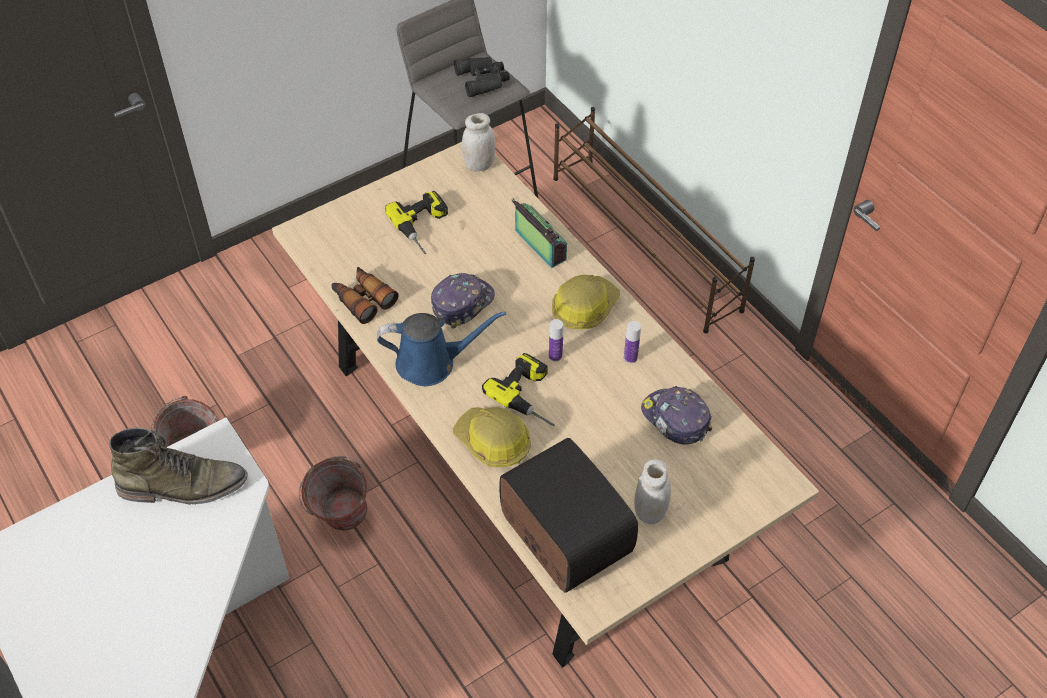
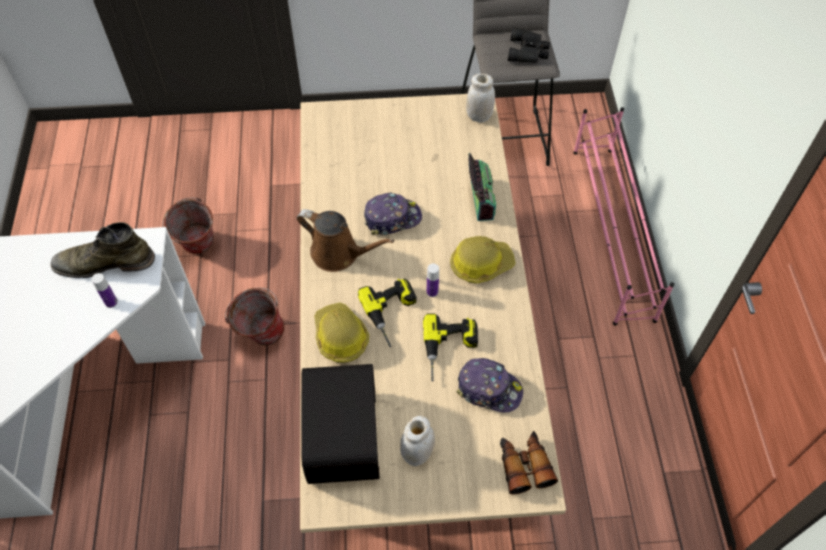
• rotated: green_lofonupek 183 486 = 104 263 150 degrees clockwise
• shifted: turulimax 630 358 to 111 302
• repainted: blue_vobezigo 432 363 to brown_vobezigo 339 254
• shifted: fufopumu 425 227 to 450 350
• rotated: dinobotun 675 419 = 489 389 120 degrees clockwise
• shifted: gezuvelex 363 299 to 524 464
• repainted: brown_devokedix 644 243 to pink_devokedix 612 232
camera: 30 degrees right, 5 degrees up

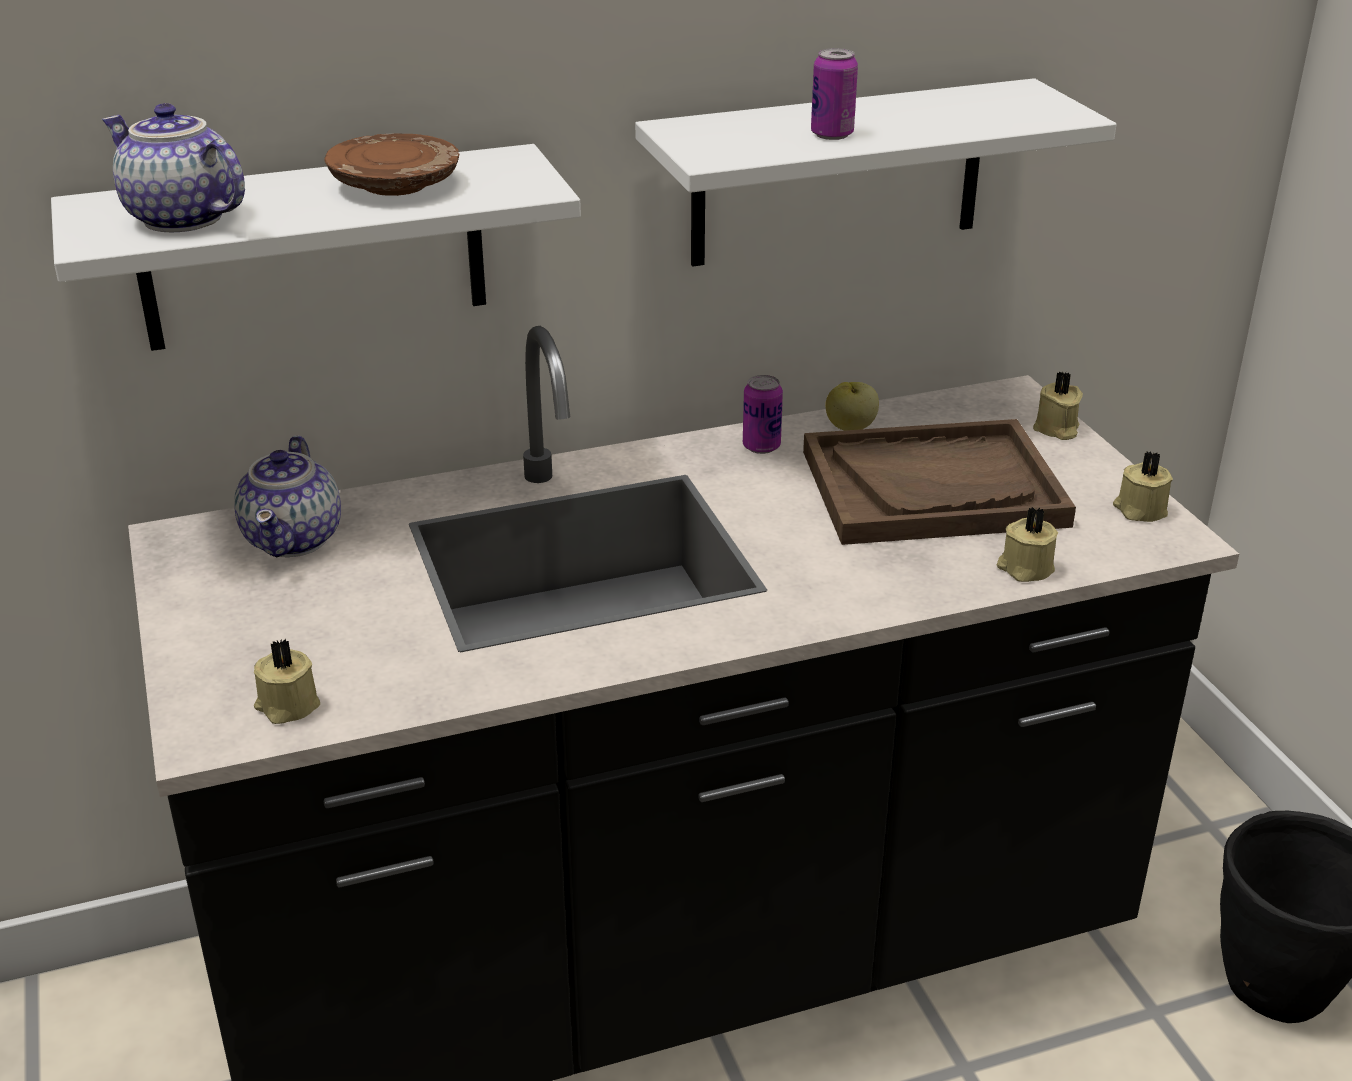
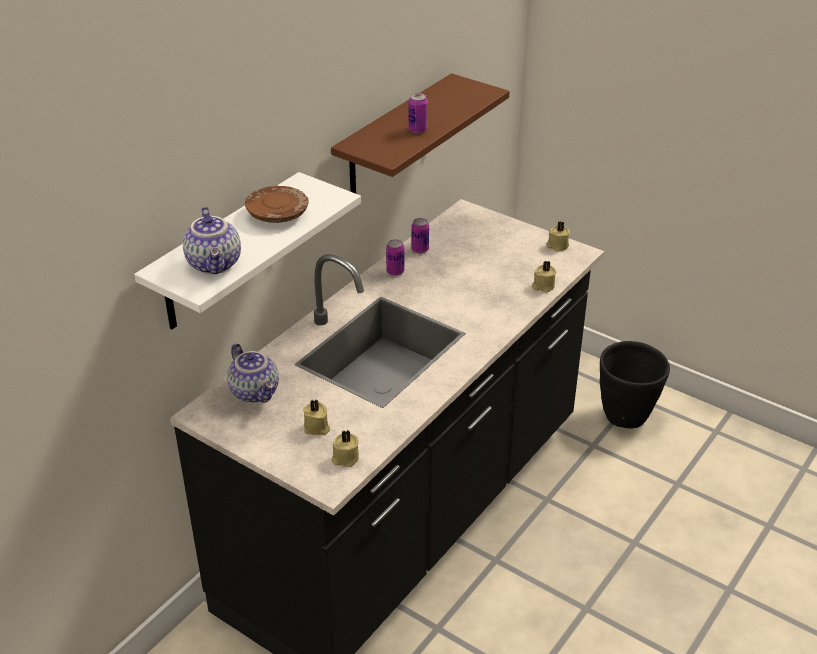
• rotated: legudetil 179 219 = 215 264 105 degrees counterclockwise
• shifted: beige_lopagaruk 1056 429 to 316 428
• repainted: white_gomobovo 838 173 to brown_gomobovo 394 140
• swapped: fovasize 850 428 to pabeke 420 249
• gone: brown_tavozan 933 488
camera: 35 degrees left, 5 degrees up

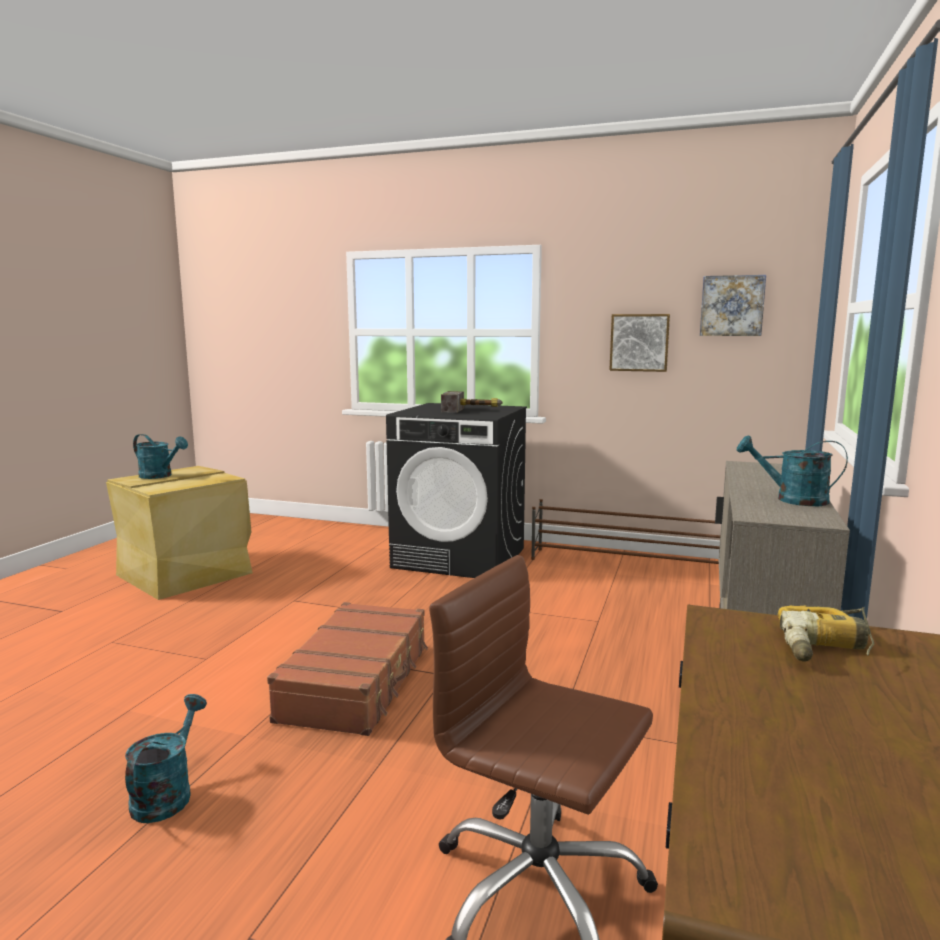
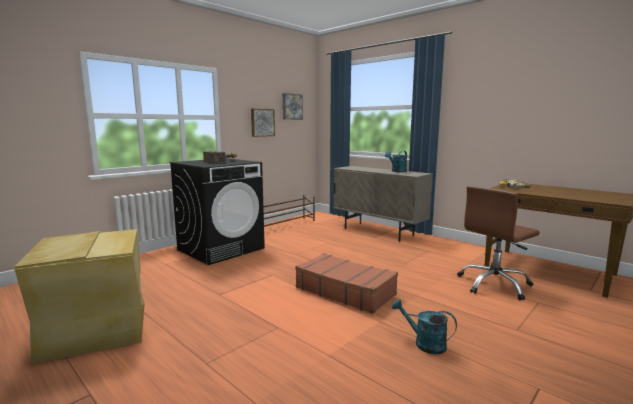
• gone: turquoise_vobezigo 160 476
camera: 65 degrees left, 0 degrees up

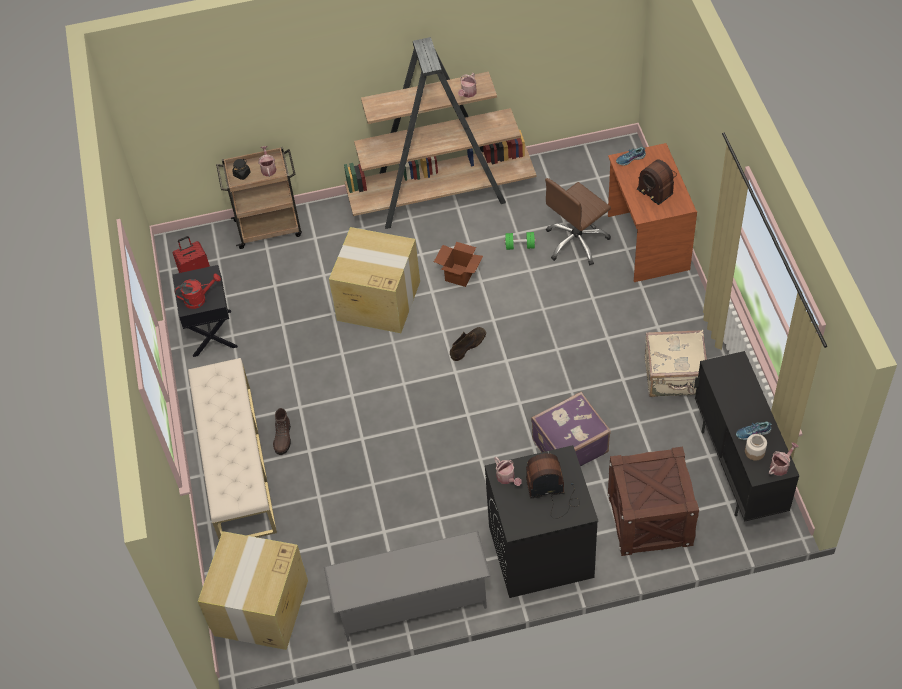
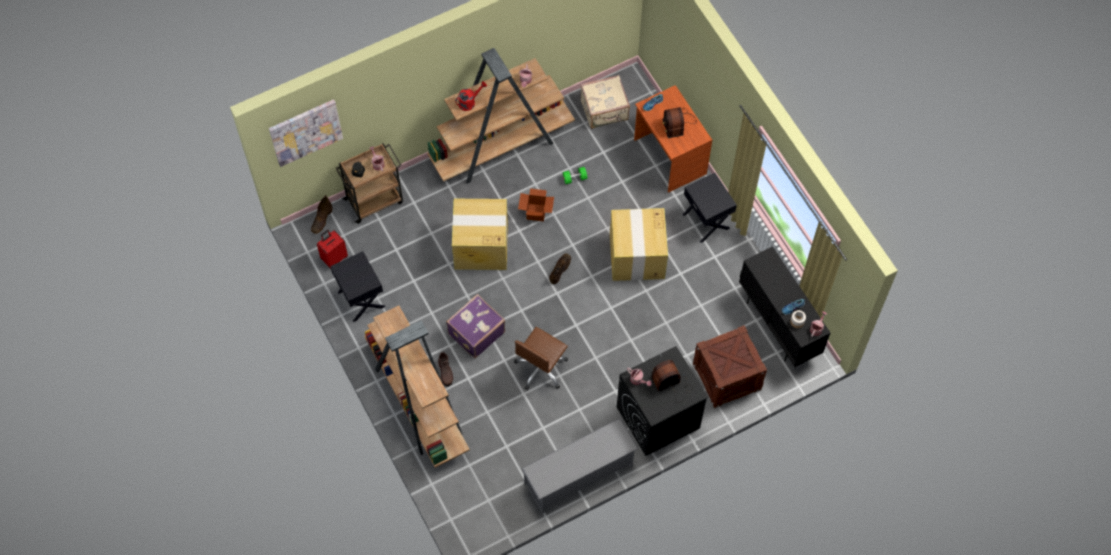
• new: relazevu 305 131
• new: brown_lofonupek 321 220
• swapped: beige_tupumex 236 463 to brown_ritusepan 417 400
• shifted: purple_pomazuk 569 445 to 475 332
• shifted: red_vobezigo 199 299 to 469 102
• shifted: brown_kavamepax 576 242 to 541 368
• shifted: beige_pomazuk 675 377 to 604 111
• shifted: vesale 260 609 to 637 257
• rotated: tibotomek 656 185 = 677 123 45 degrees clockwise
• new: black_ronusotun 706 221
camera: 20 degrees left, 10 degrees up

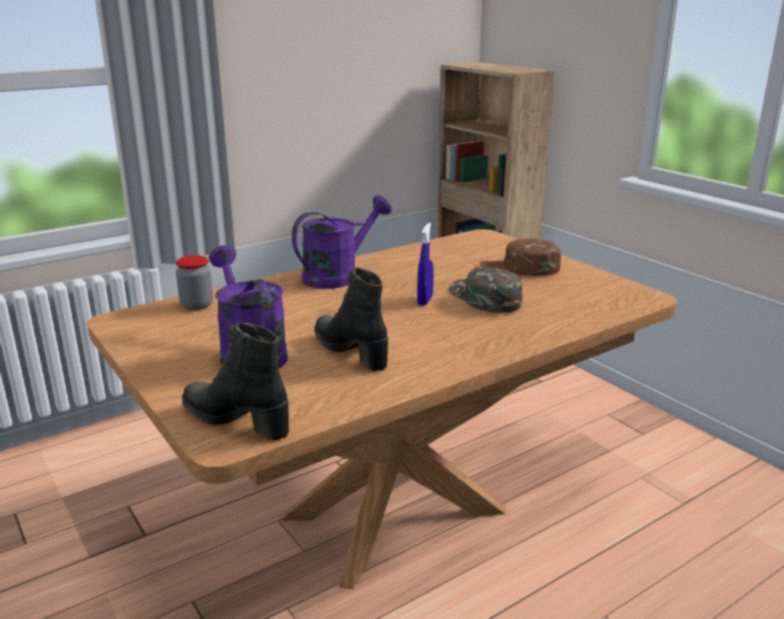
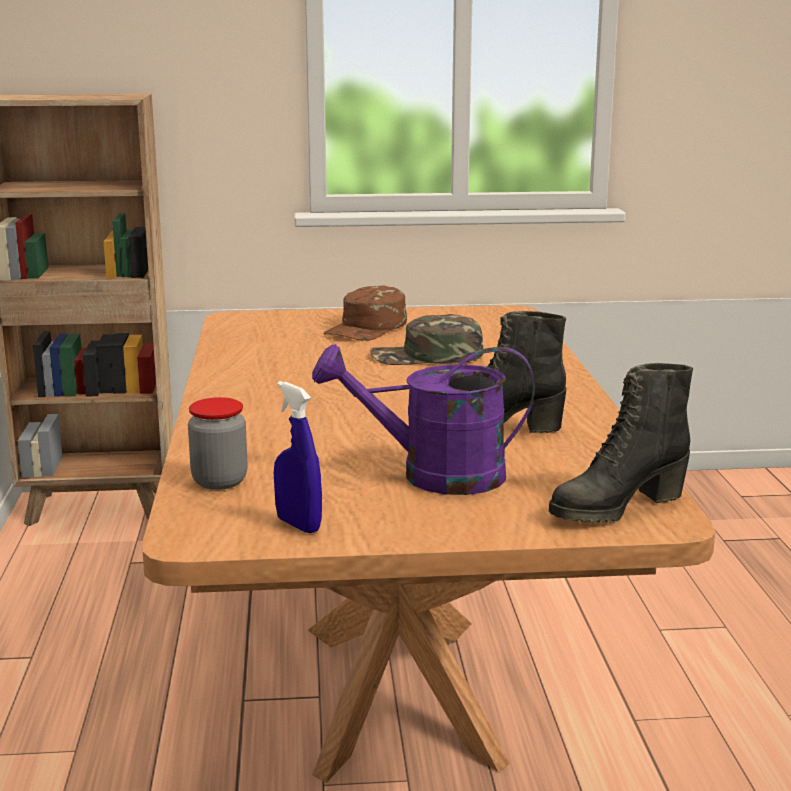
• shifted: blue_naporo 425 300 to 298 525
• gone: purple_vobezigo 338 276
camera: 60 degrees left, 5 degrees down

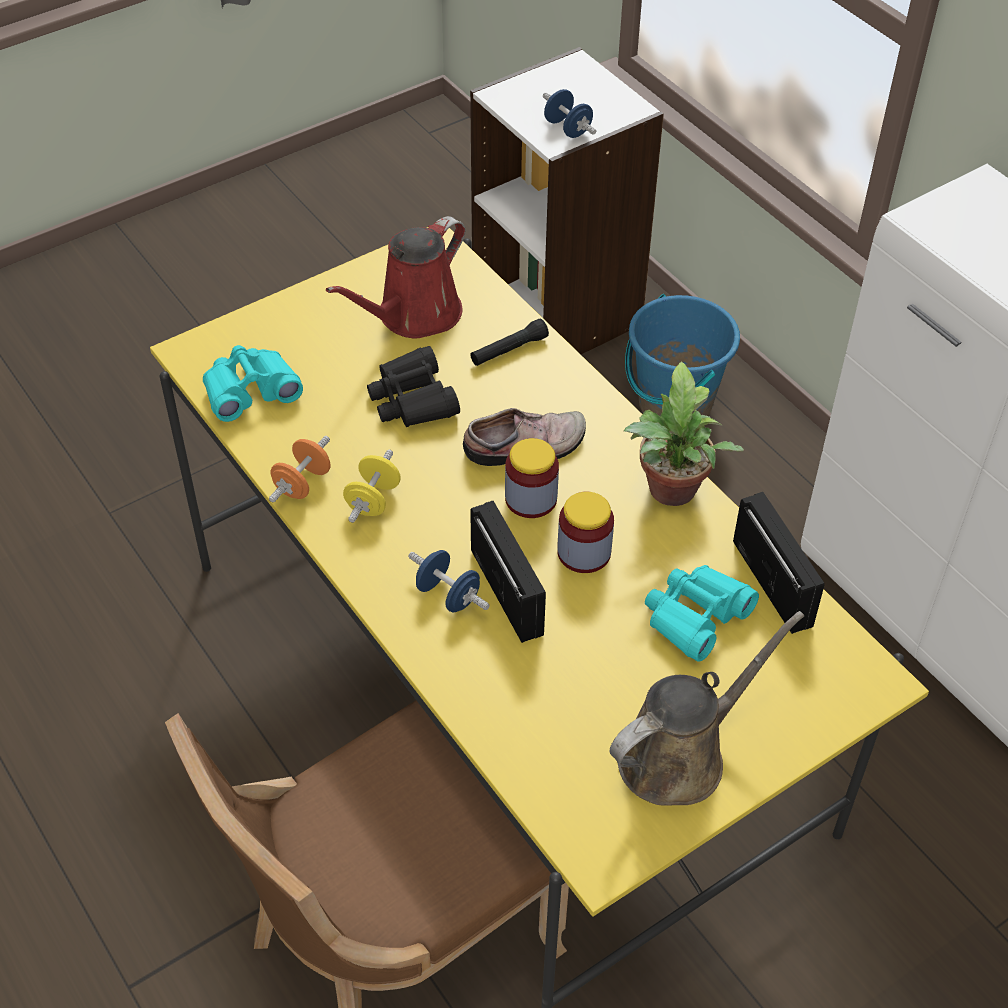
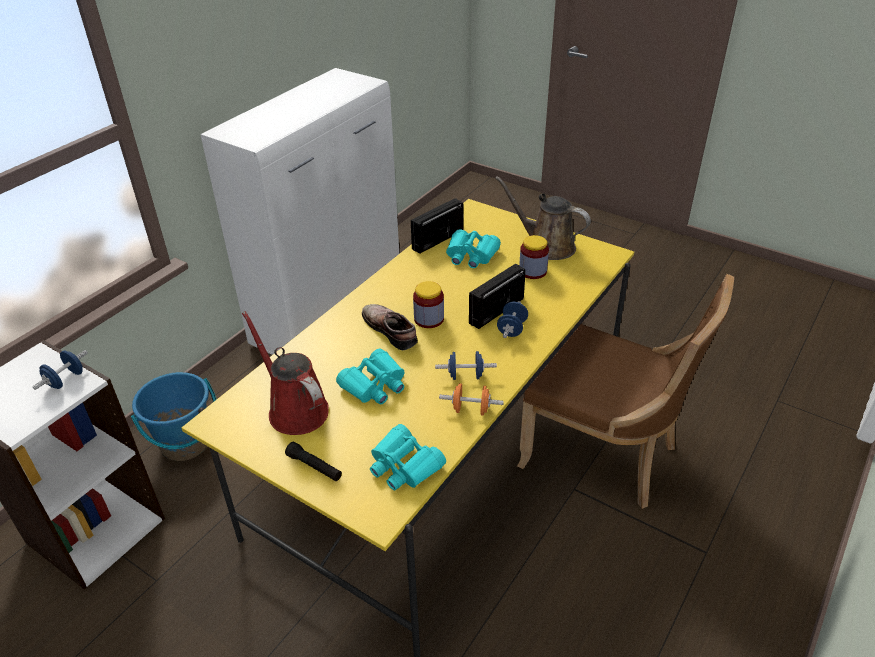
• rotated: red_vobezigo 413 316 = 294 409 150 degrees counterclockwise
• shifted: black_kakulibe 508 350 to 314 467
• repainted: black_gezuvelex 413 399 to turquoise_gezuvelex 374 385
• repainted: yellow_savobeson 373 500 to blue_savobeson 465 376
• shifted: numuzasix 584 552 to 533 271
• gone: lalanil 671 494
camera: 110 degrees left, 10 degrees down

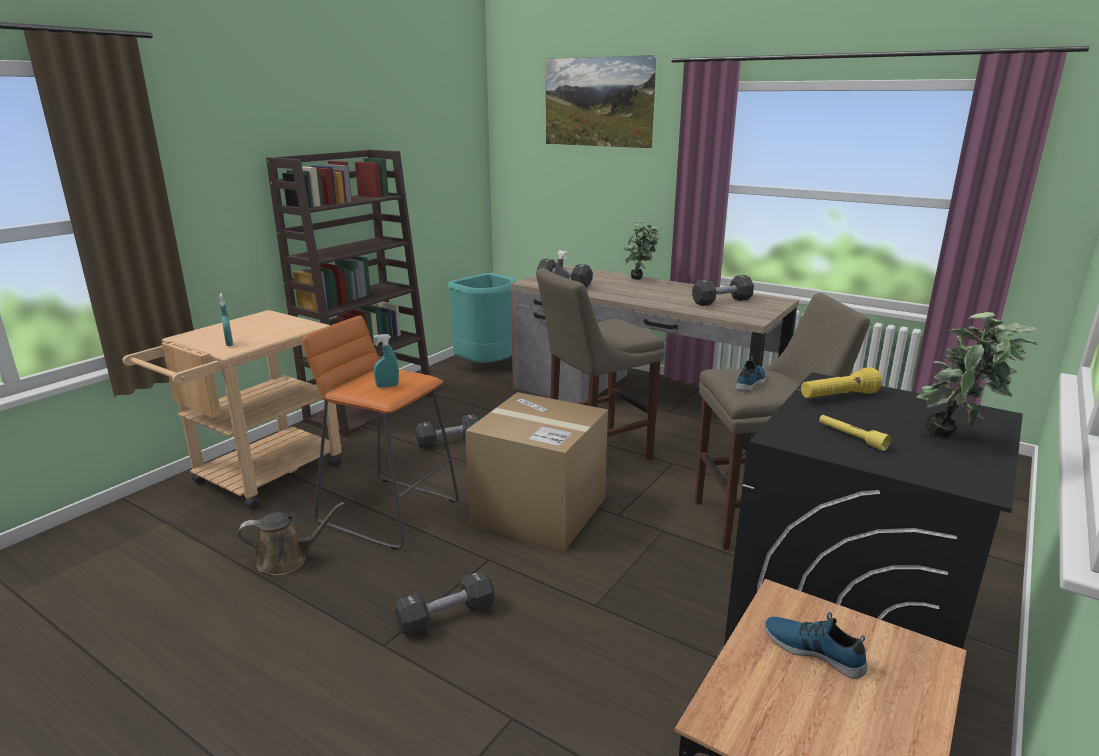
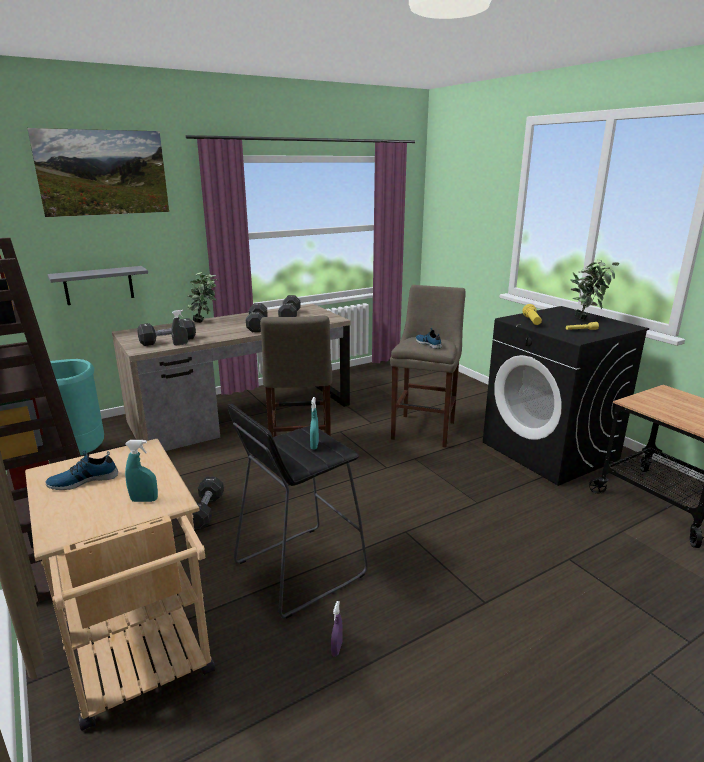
• shifted: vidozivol 814 650 to 83 480
• new: grey_gomobovo 99 285
• repainted: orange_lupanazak 389 511 to black_lupanazak 299 569
• shifted: black_savobeson 446 617 to 257 326
• swapped: brown_vobezigo 287 560 to purple_naporo 337 649
• gone: vesale 539 511
camera: 65 degrees left, 0 degrees up

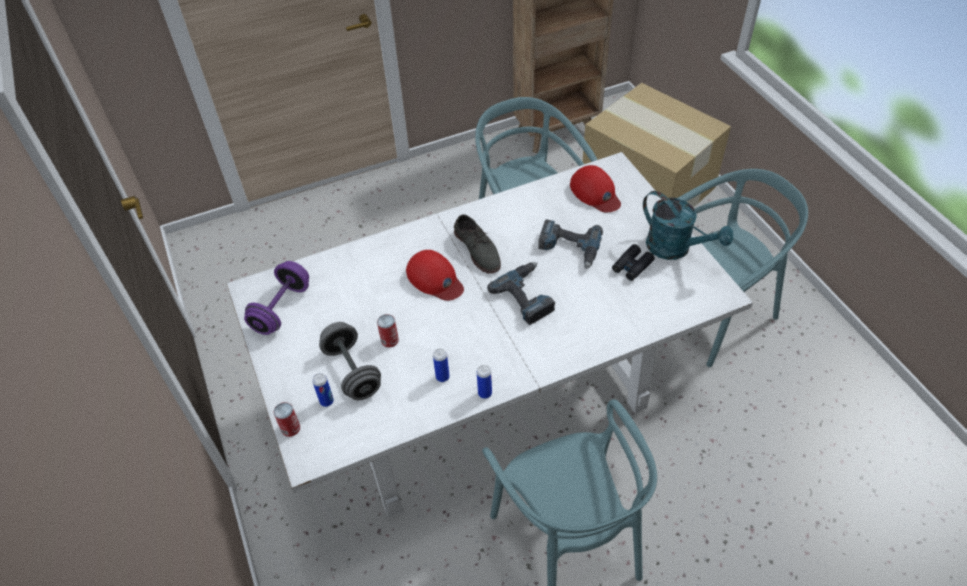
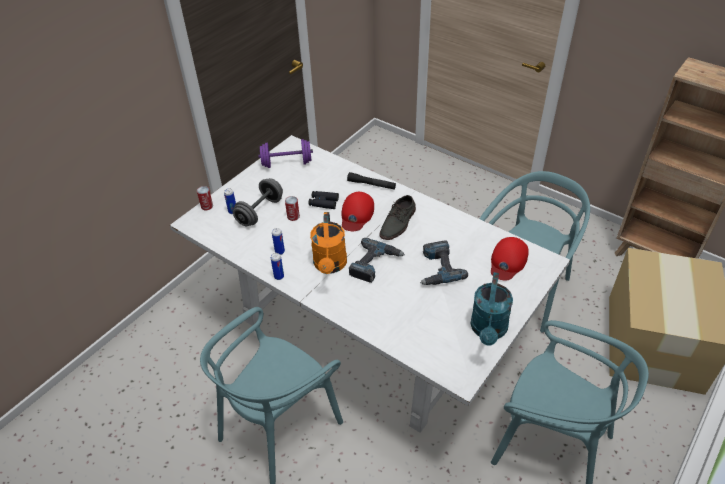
• shifted: black_gezuvelex 632 266 to 323 202
• new: orange_vobezigo 330 266
• new: black_kakulibe 371 184
camera: 60 degrees right, 5 degrees down

